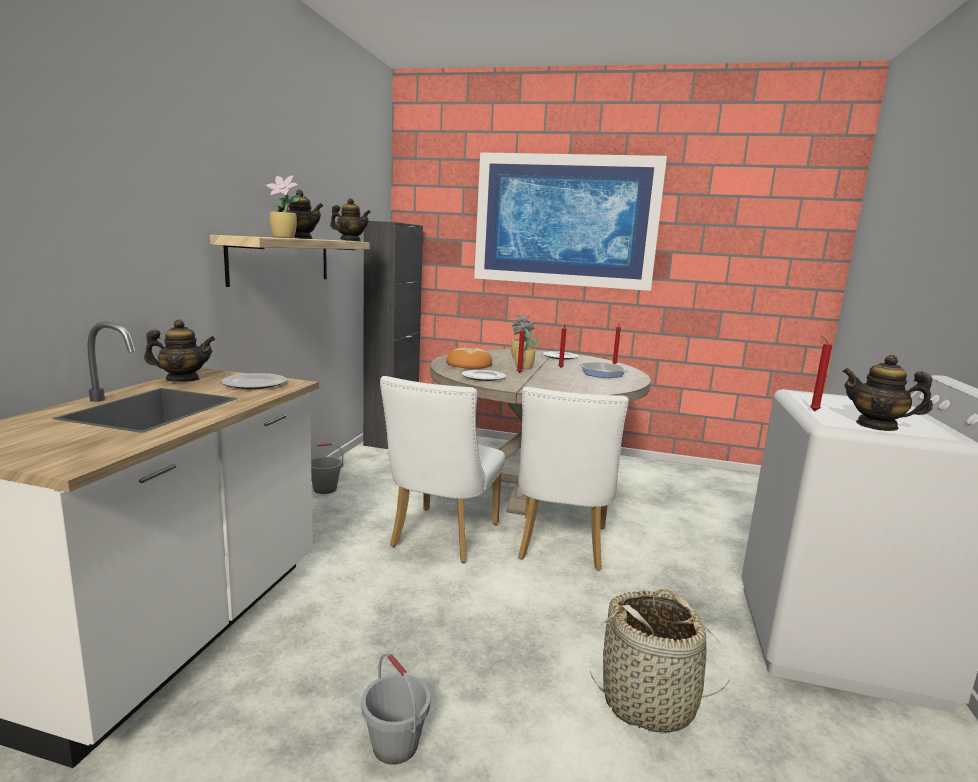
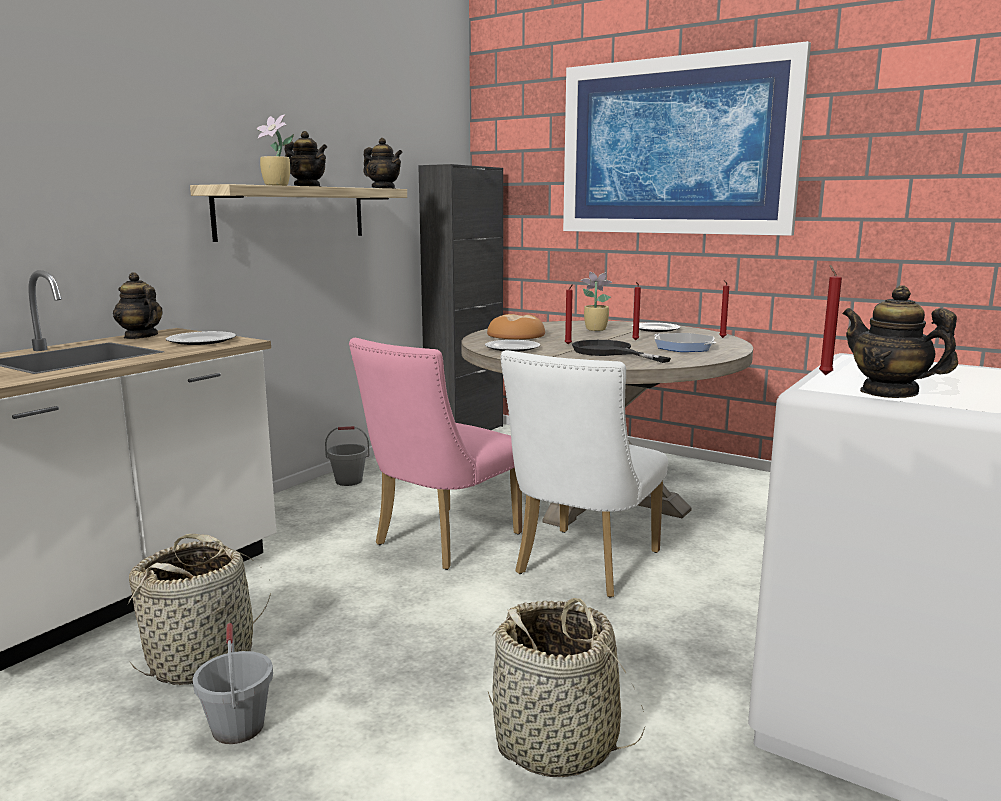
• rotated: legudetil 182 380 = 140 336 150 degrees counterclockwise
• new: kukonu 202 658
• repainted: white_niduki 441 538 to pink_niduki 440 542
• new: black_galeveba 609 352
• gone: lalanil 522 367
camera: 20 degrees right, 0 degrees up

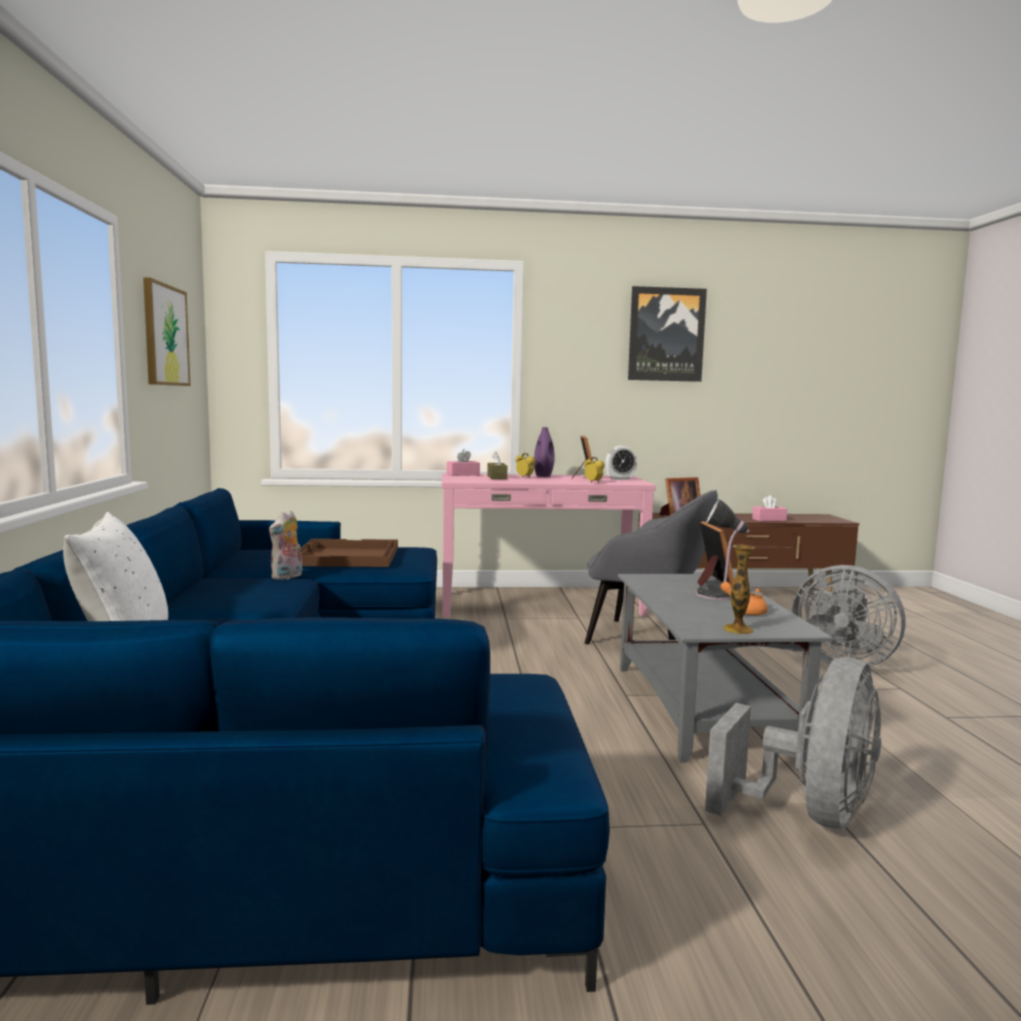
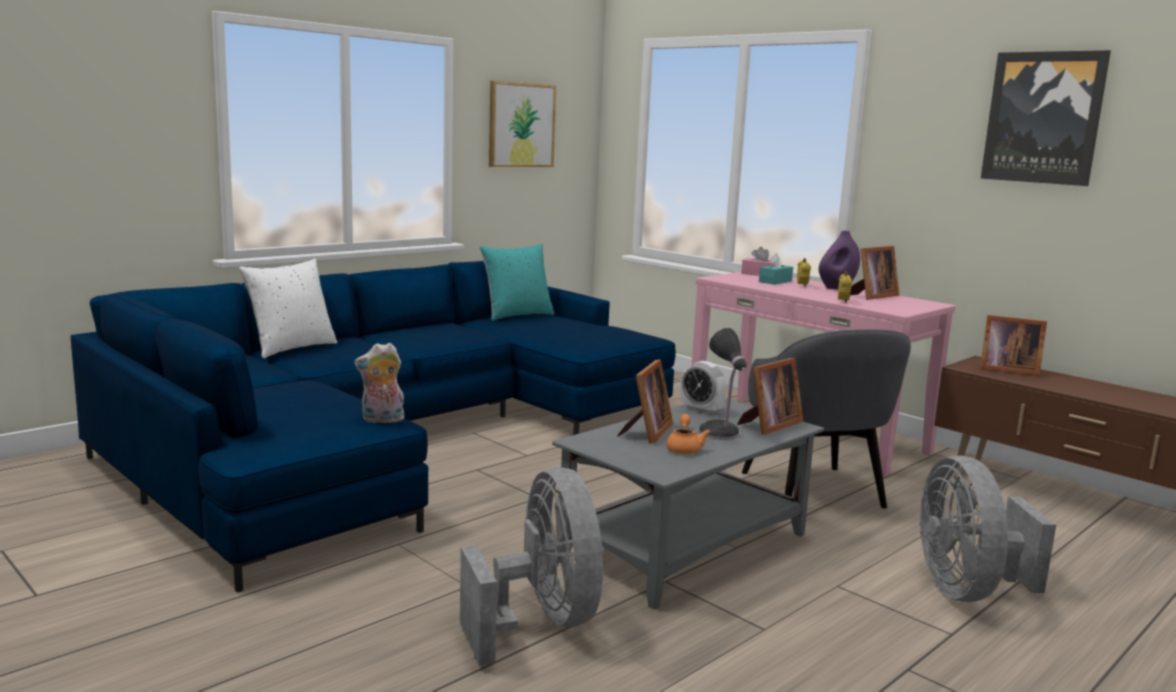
• shifted: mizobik 287 577 to 382 420
• rotated: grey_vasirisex 809 814 = 541 622 105 degrees counterclockwise
• new: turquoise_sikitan 516 315
• new: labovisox 646 432
• shifted: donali 620 479 to 701 410
• repainted: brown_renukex 497 477 to turquoise_renukex 775 281
• gone: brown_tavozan 346 556
• gone: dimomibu 738 629
• gone: pink_renukex 769 520
camera: 50 degrees right, 5 degrees up

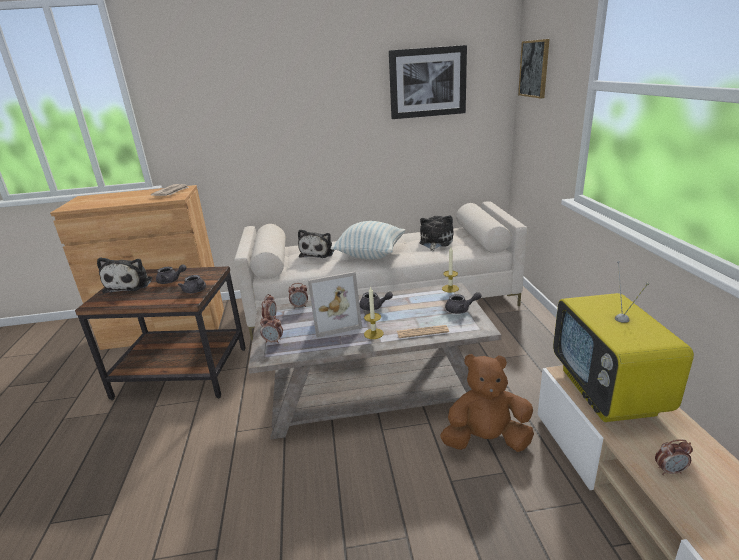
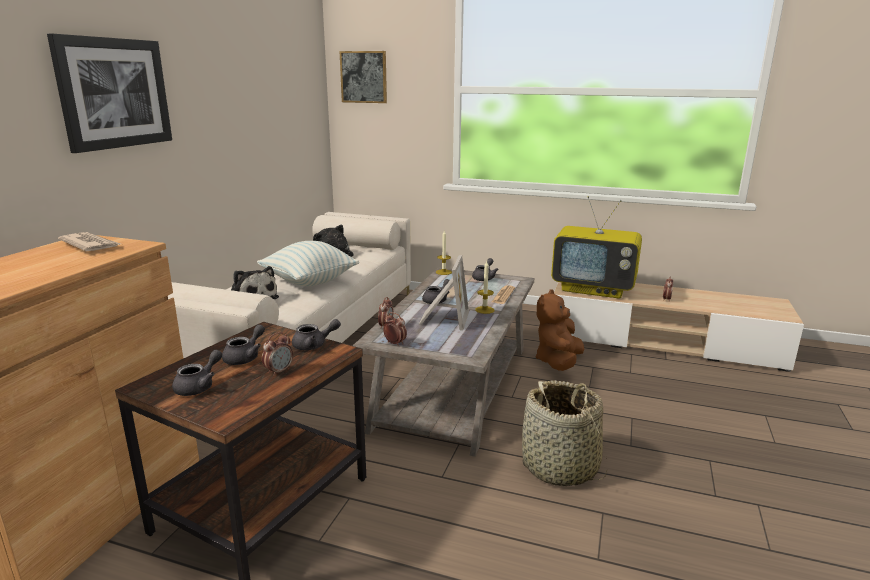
• shifted: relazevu 427 82 to 114 93
• swapped: mizobik 130 284 to grey_legudetil 199 386
• shifted: donali 273 341 to 279 371
• new: kukonu 560 467
camera: 65 degrees left, 5 degrees down

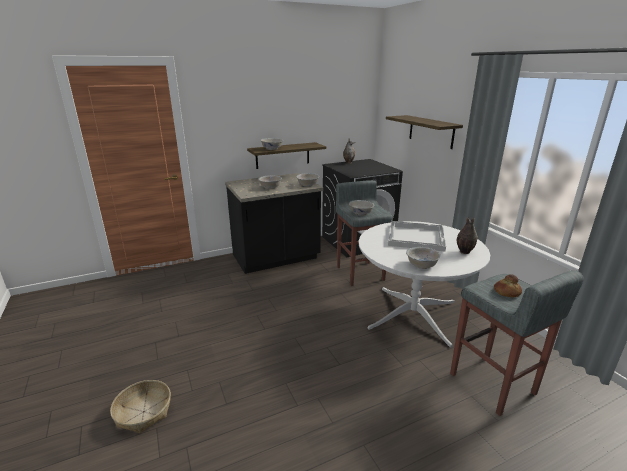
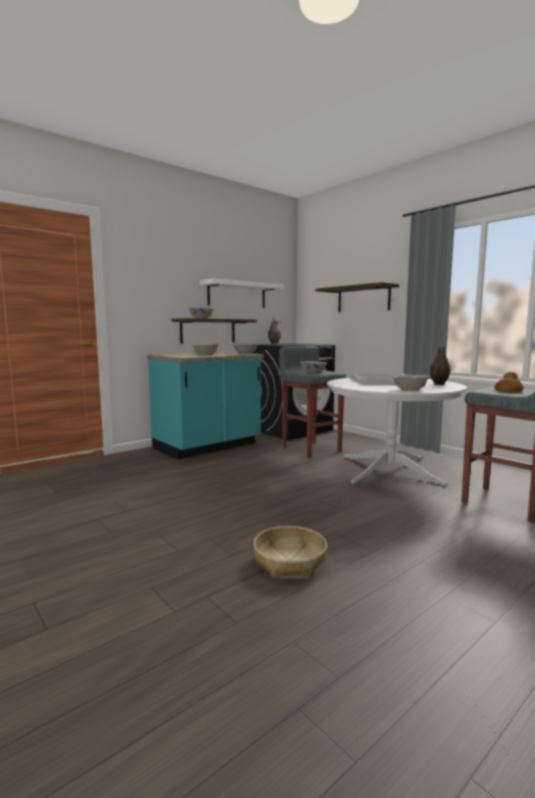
• repainted: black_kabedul 276 258 to turquoise_kabedul 208 446
• new: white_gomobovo 237 295
• shifted: kukonu 143 412 to 290 561
camera: 15 degrees left, 15 degrees down

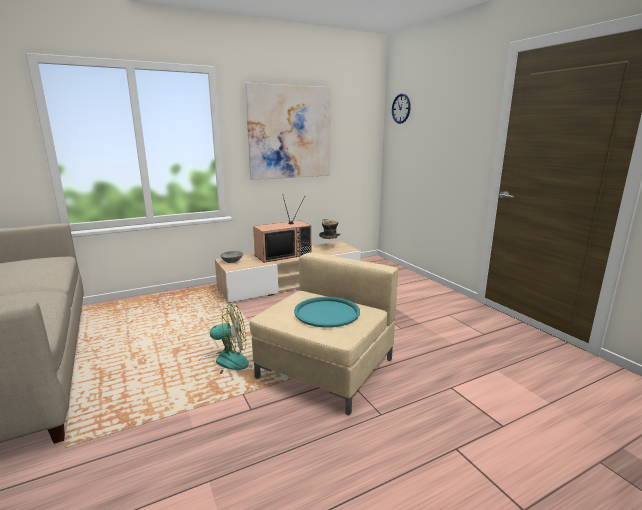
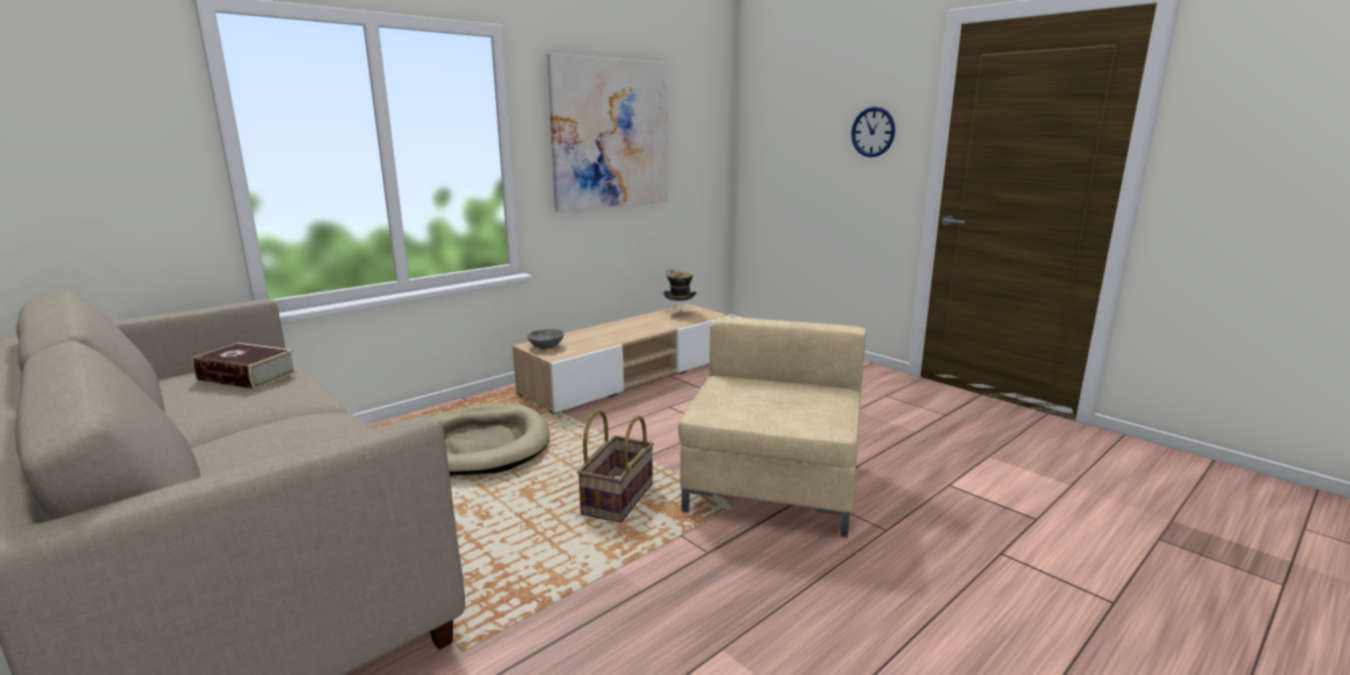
• new: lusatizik 247 376
• new: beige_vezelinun 481 445
• swapped: vasirisex 223 362 to kukonu 617 498
• shifted: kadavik 401 108 to 873 132
• gone: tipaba 283 254
• gone: turquoise_tavozan 327 312
camera: 15 degrees left, 0 degrees up

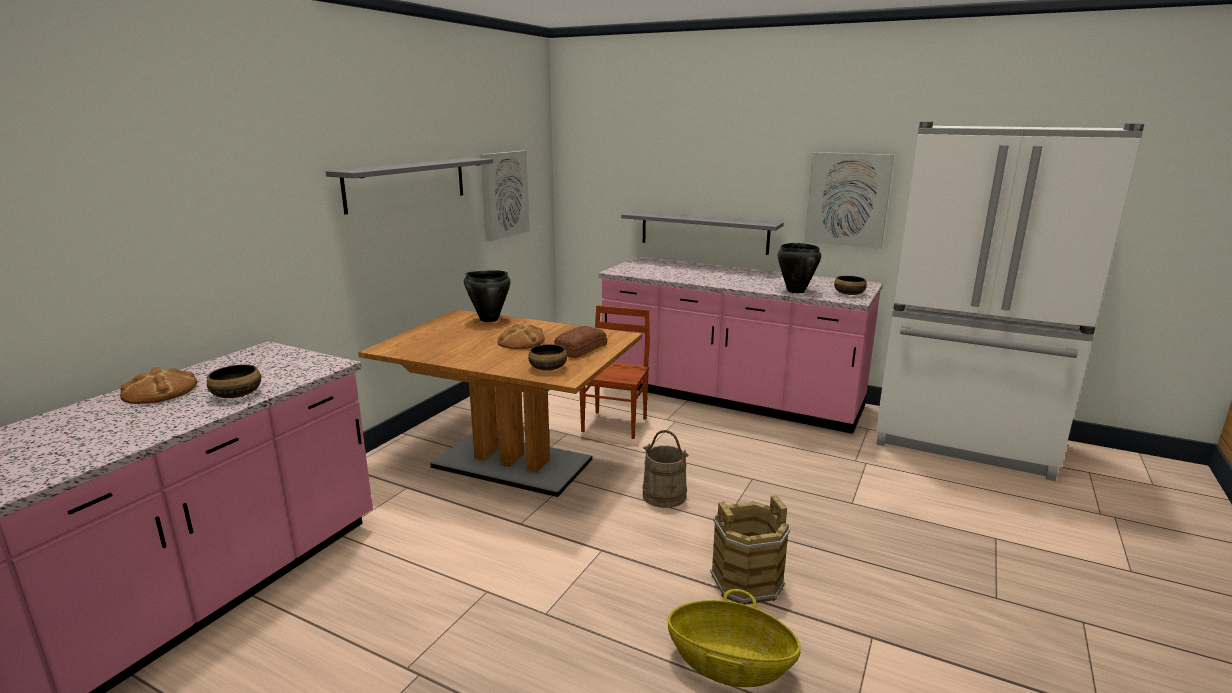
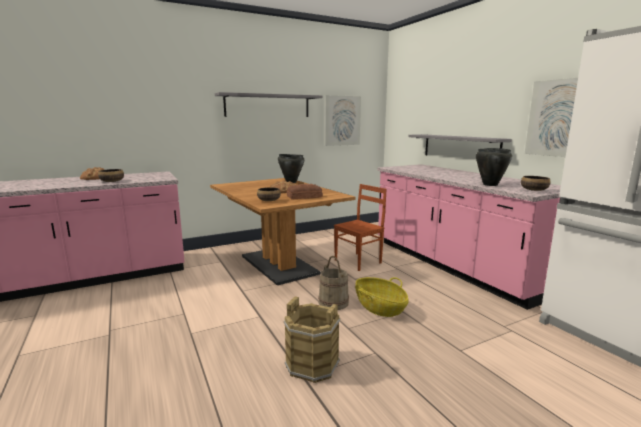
• shifted: kukonu 730 664 to 380 307
camera: 35 degrees right, 5 degrees down

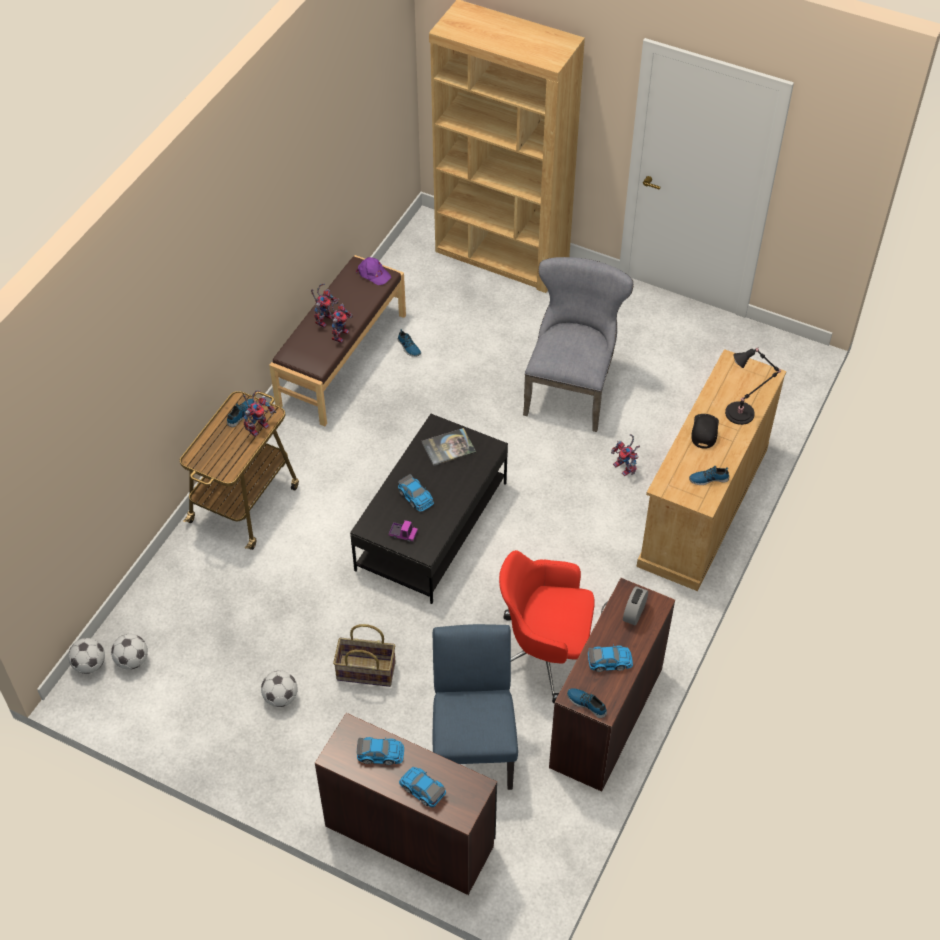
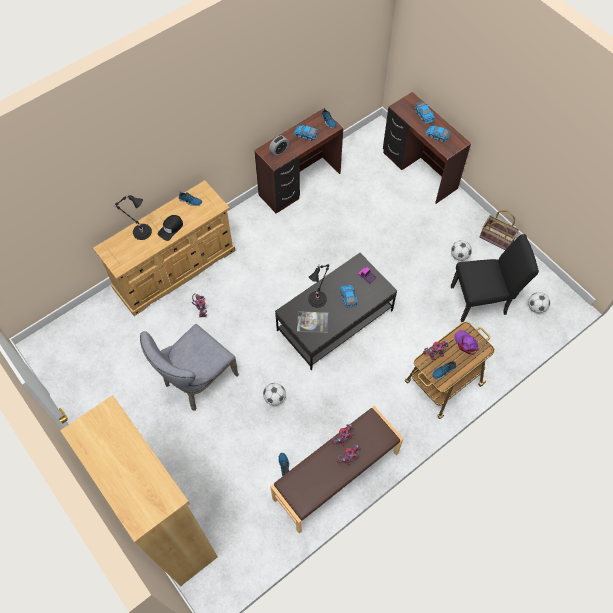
• shifted: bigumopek 90 665 to 274 398
• new: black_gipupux 318 298
• new: black_niduki 483 300
• shifted: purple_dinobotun 373 274 to 466 343
• shifted: kukonu 365 672 to 497 238
• gone: blue_niduki 473 745
• gone: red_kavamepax 544 654
camera: 155 degrees left, 10 degrees up

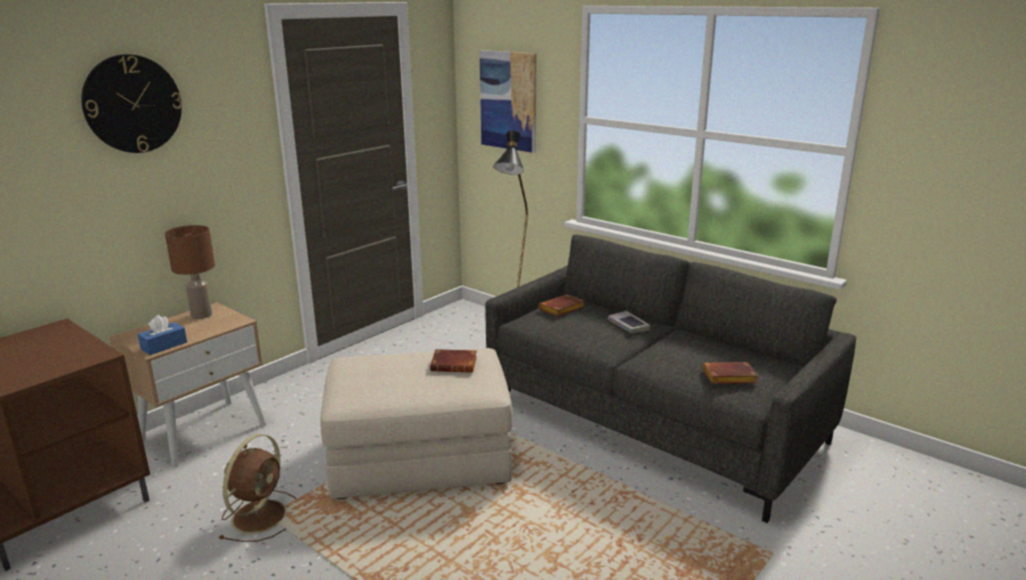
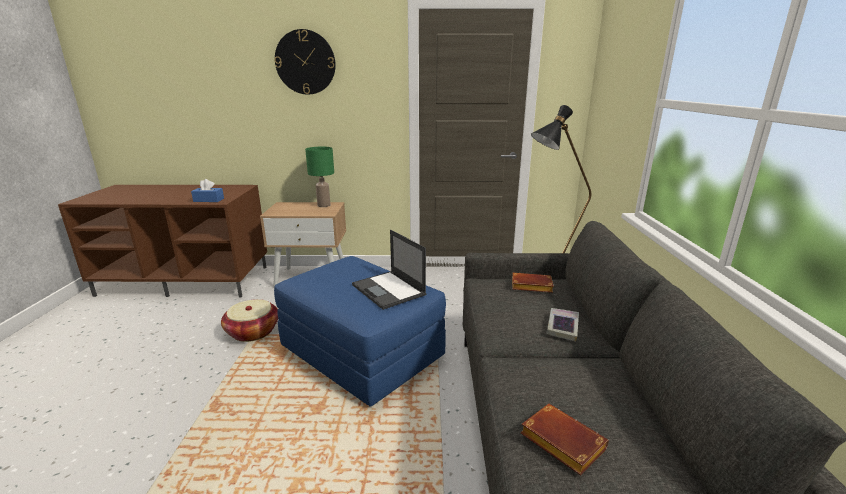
• shifted: blue_renukex 164 345 to 208 200
• swapped: brown_vasirisex 261 515 to kukonu 253 332
• repainted: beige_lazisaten 421 458 to blue_lazisaten 362 352
• repainted: brown_gipupux 201 315 to green_gipupux 323 205
• swapped: brown_lusatizik 455 365 to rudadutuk 389 290
• gone: relazevu 508 101
camera: 50 degrees right, 0 degrees up

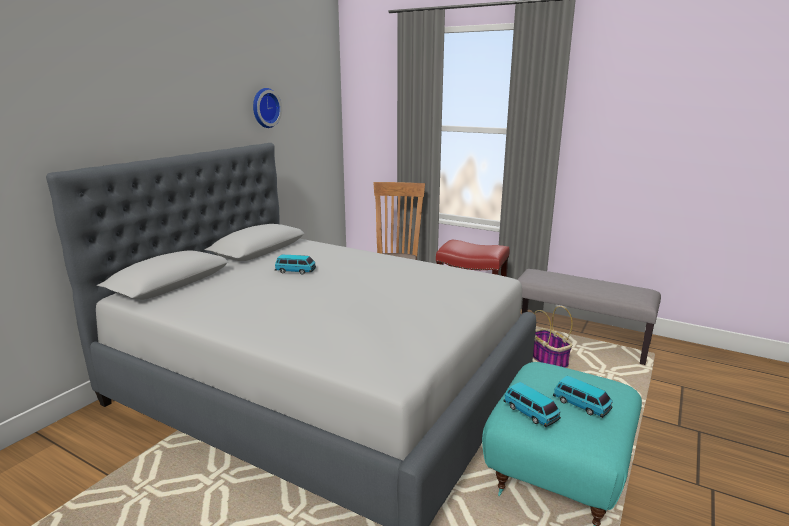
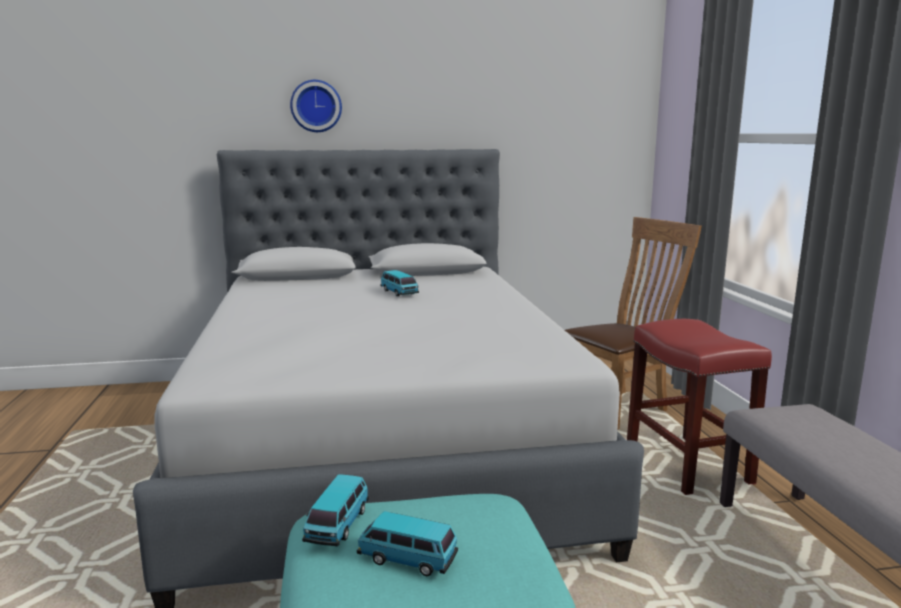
• shifted: kadavik 264 108 to 316 106
• rotated: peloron 581 405 = 407 558 105 degrees clockwise
• gone: kukonu 548 360
camera: 50 degrees right, 5 degrees down

